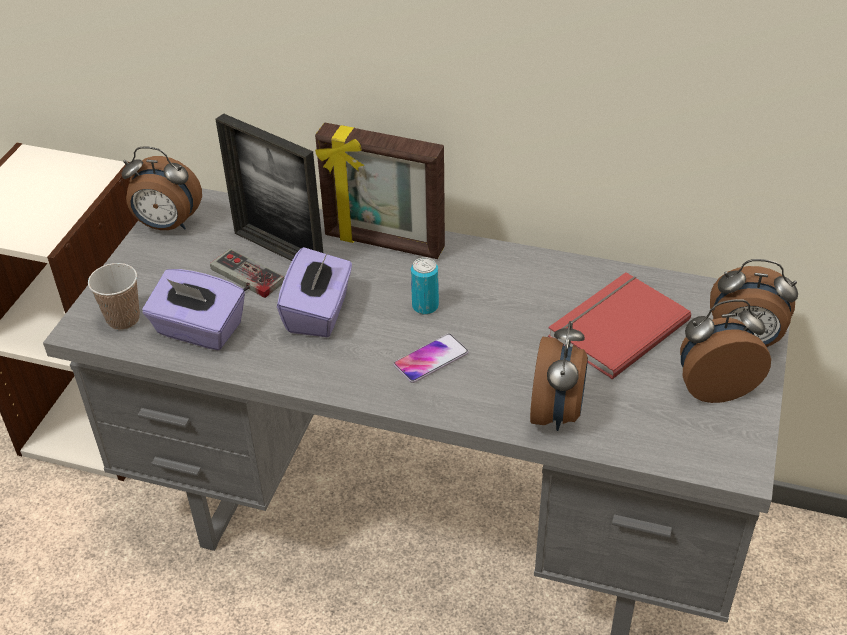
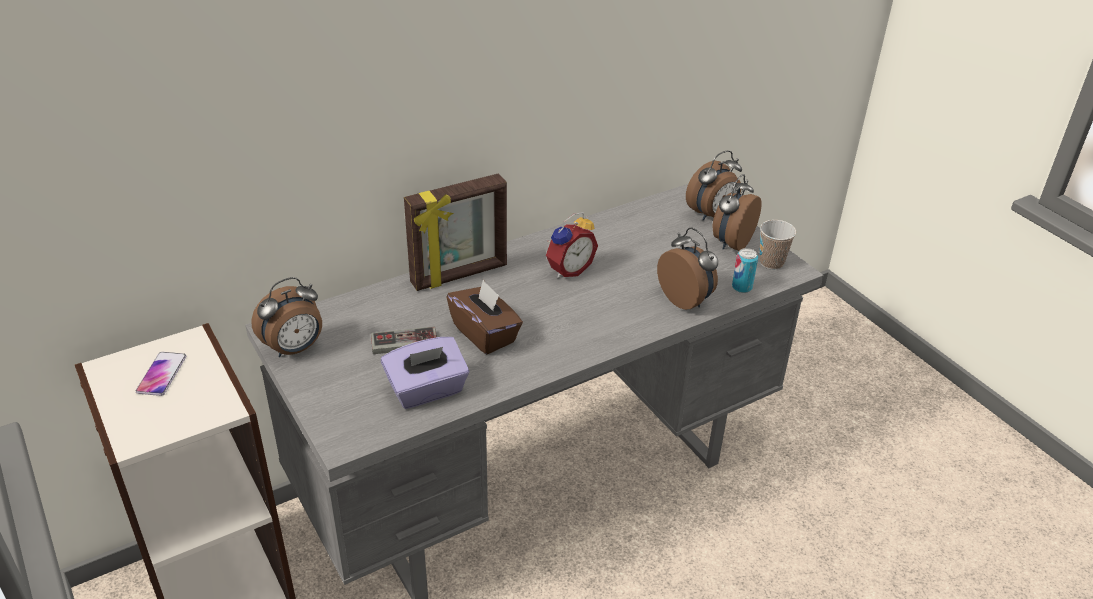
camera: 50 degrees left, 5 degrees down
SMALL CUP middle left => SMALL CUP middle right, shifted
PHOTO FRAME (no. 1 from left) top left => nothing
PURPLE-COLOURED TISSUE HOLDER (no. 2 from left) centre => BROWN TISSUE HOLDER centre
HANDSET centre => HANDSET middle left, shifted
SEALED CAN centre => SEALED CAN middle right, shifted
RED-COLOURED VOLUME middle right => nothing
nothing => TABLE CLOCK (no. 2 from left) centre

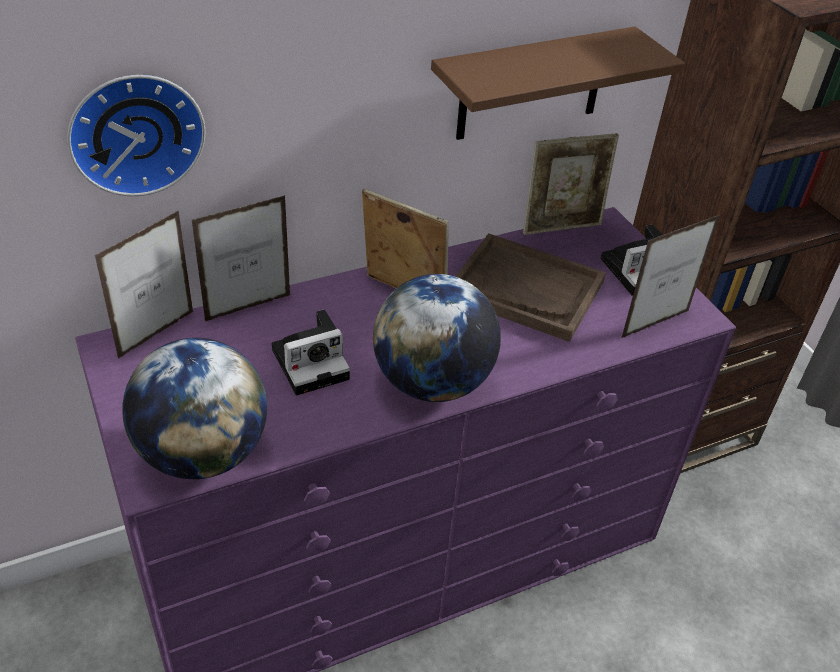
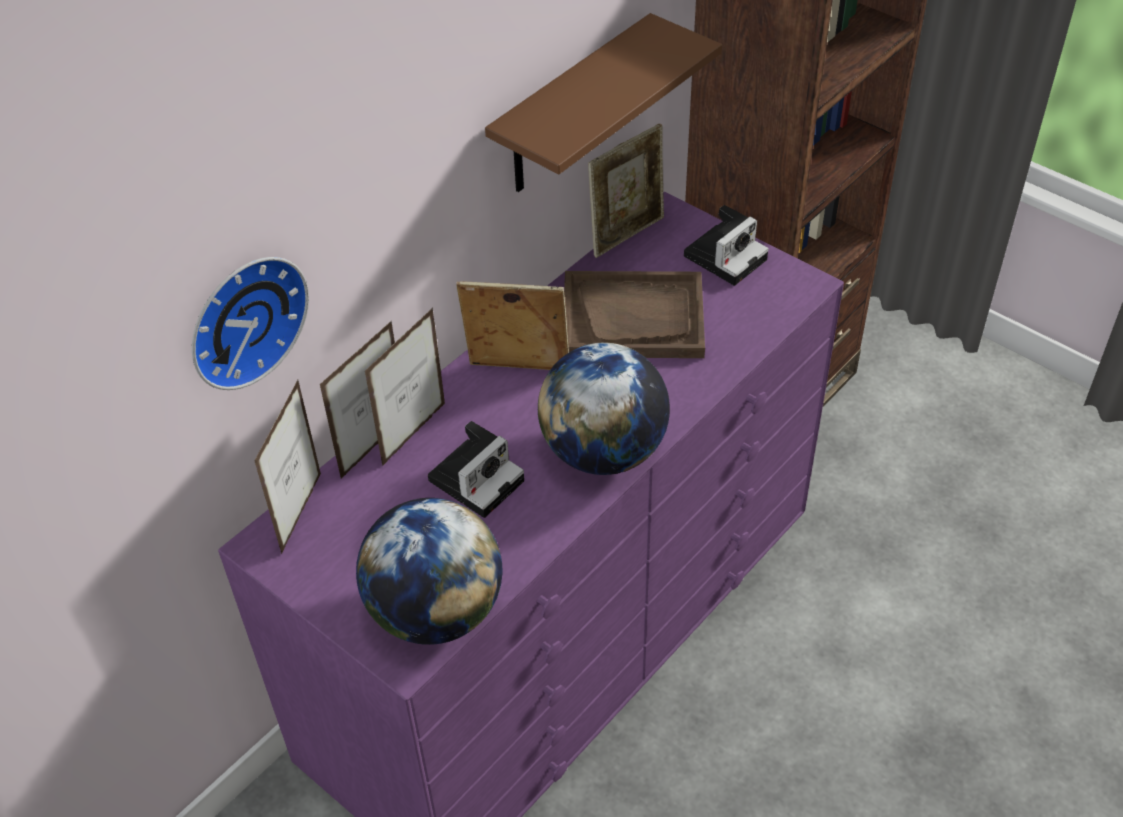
camera: 20 degrees left, 5 degrees up
PHOTO FRAME (no. 5 from left in the first image) middle right => PHOTO FRAME (no. 3 from left) centre, shifted

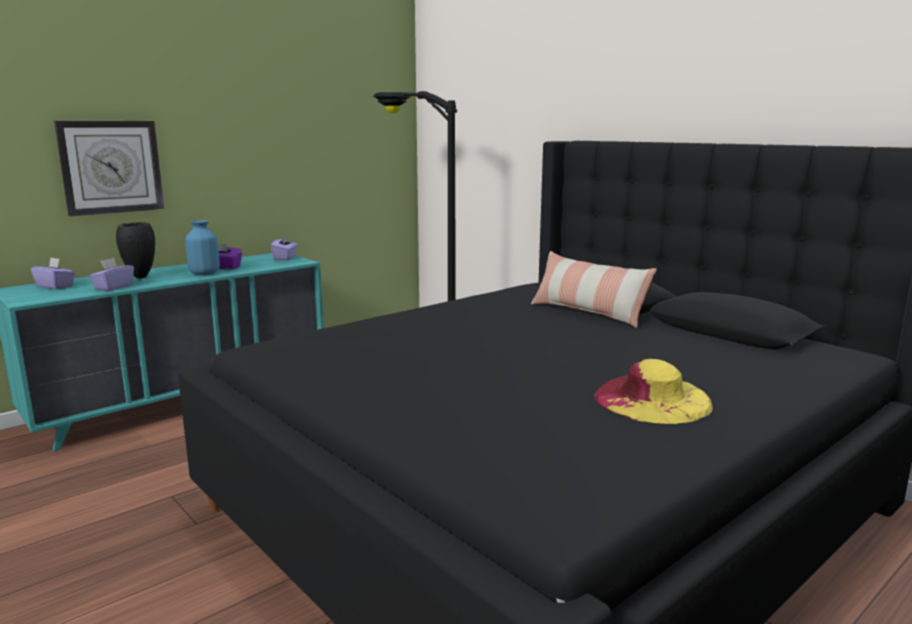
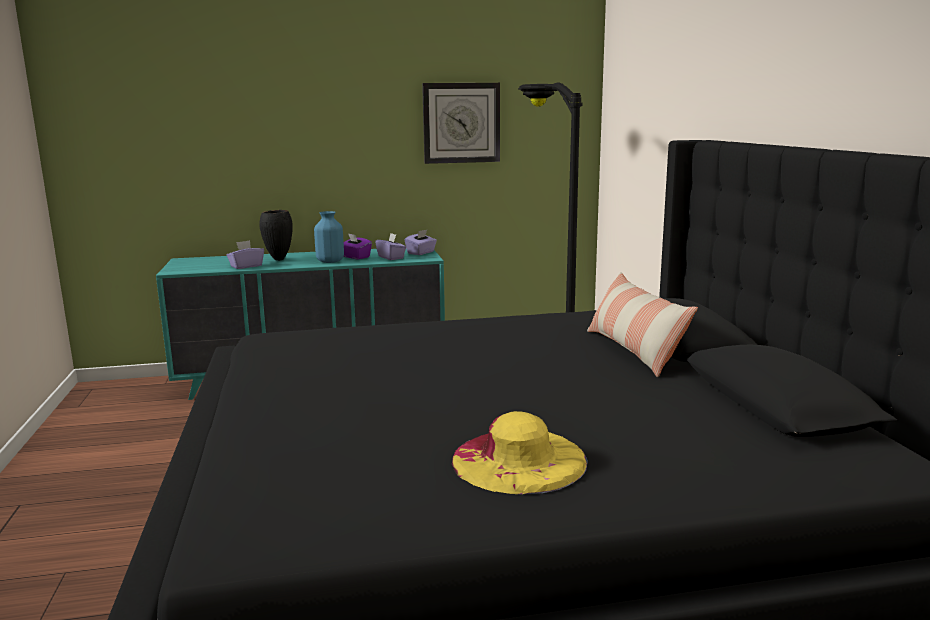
camera: 30 degrees right, 0 degrees up
PURPLE-COLOURED TISSUE HOLDER (no. 1 from left in the first image) middle left => PURPLE-COLOURED TISSUE HOLDER (no. 3 from left) centre, shifted
CLOCK ON THE WALL top left => CLOCK ON THE WALL top centre, shifted

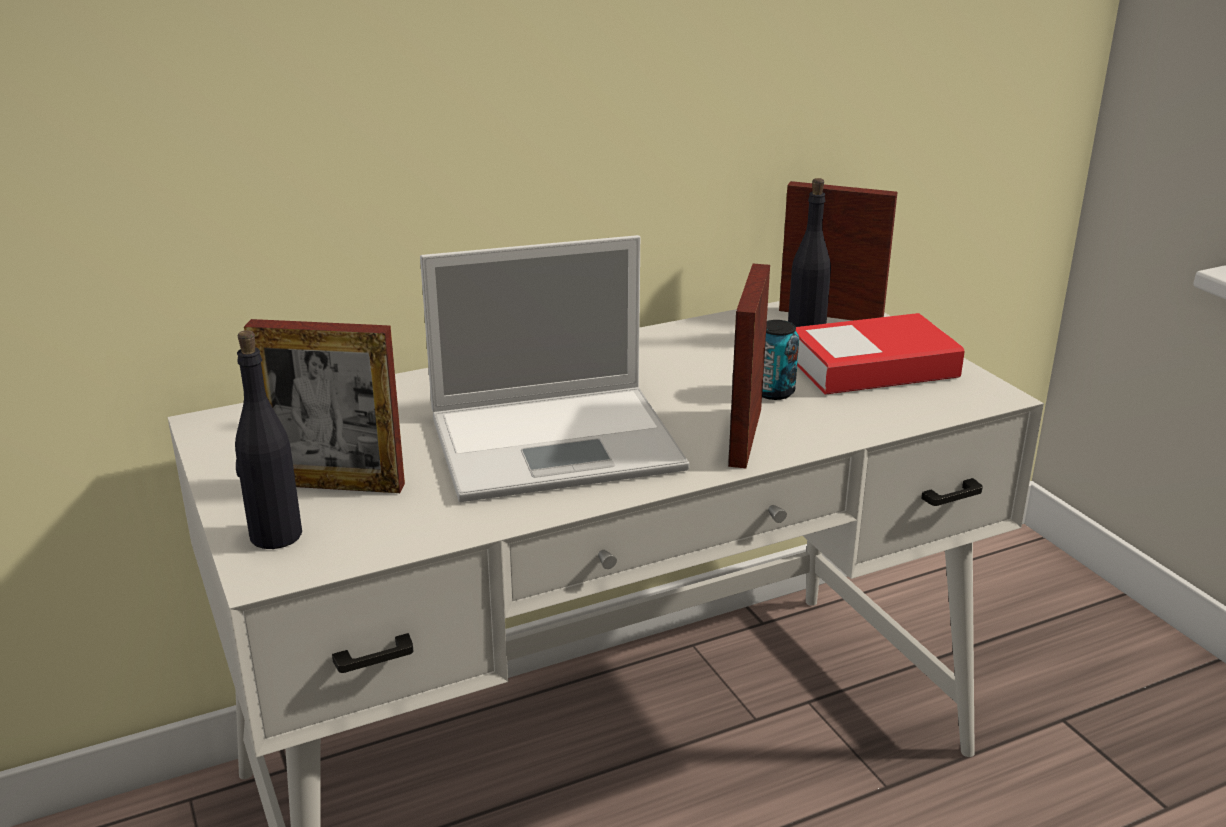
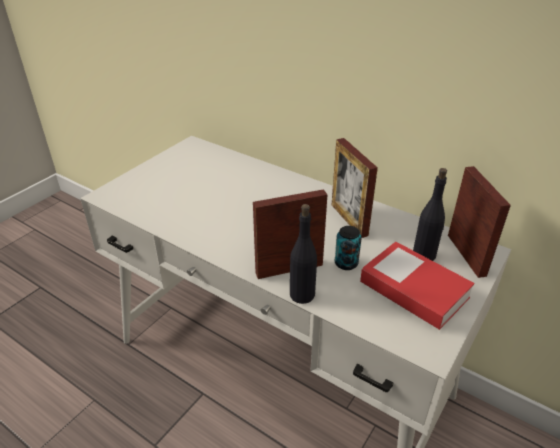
camera: 60 degrees right, 10 degrees up
BLACK BOTTLE (no. 1 from left) middle left => BLACK BOTTLE (no. 1 from left) centre, shifted
PHOTO FRAME (no. 1 from left in the first image) middle left => PHOTO FRAME (no. 2 from left) centre, shifted
NOTEBOOK COMPUTER centre => nothing

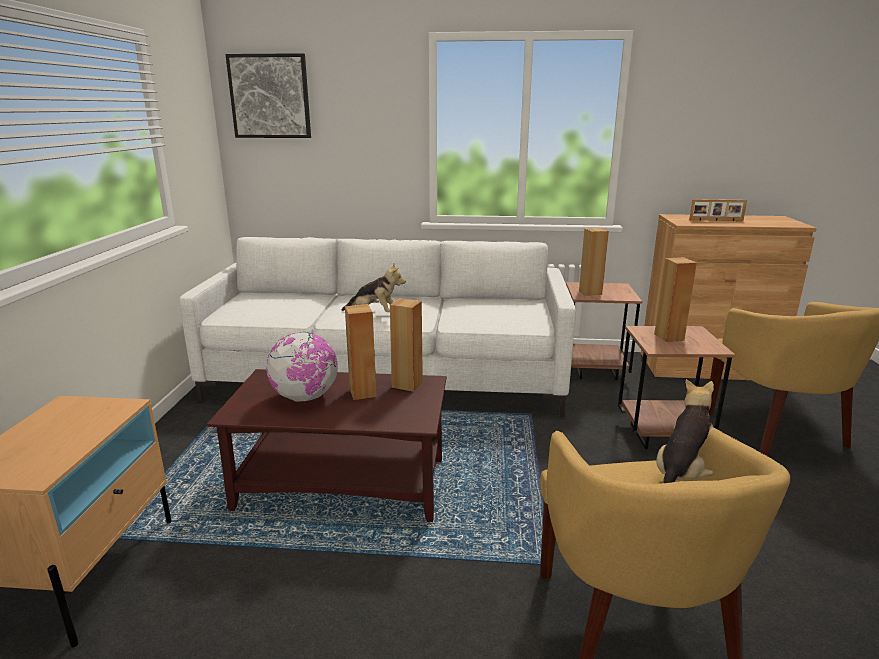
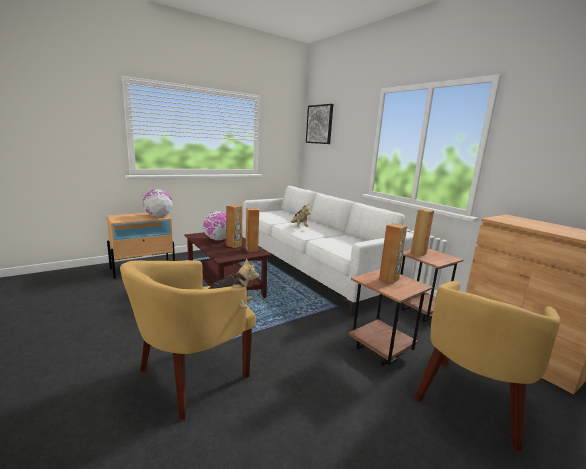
camera: 50 degrees right, 5 degrees down
PHOTO FRAME top right => nothing
nothing => DESK GLOBE (no. 1 from left) middle left

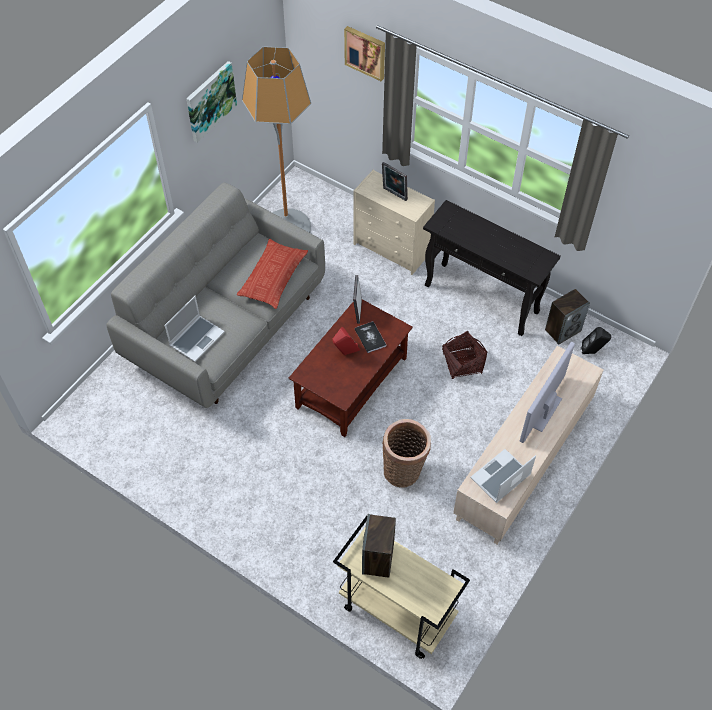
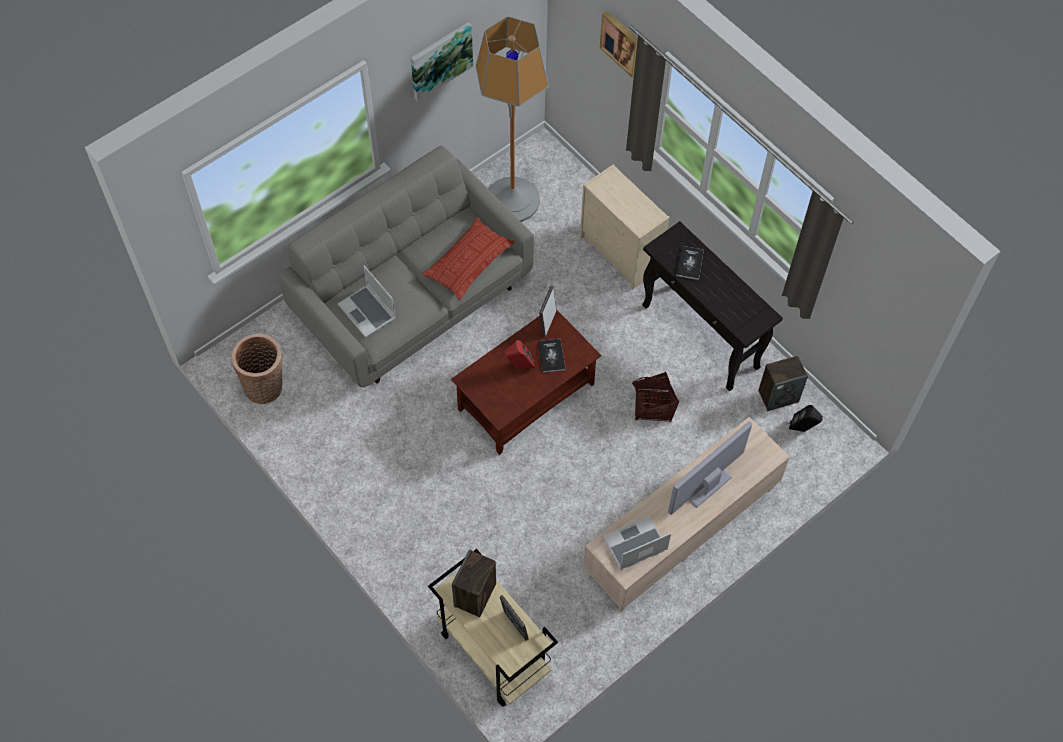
camera: 15 degrees right, 5 degrees up
NOTEBOOK COMPUTER (no. 1 from left) middle left => NOTEBOOK COMPUTER (no. 1 from left) centre, 90 degrees clockwise
PHOTO FRAME (no. 2 from left in the first image) top centre => PHOTO FRAME (no. 1 from left) bottom centre, shifted
STORAGE BASKET (no. 1 from left) centre => STORAGE BASKET (no. 1 from left) middle left, shifted
nothing => VOLUME (no. 2 from left) centre

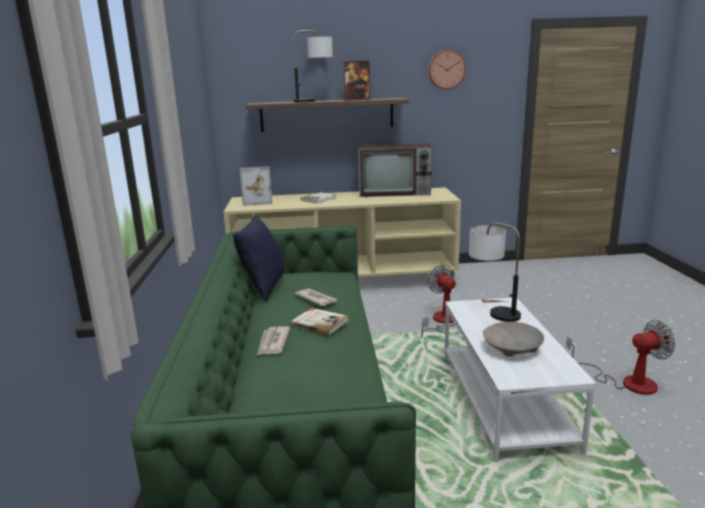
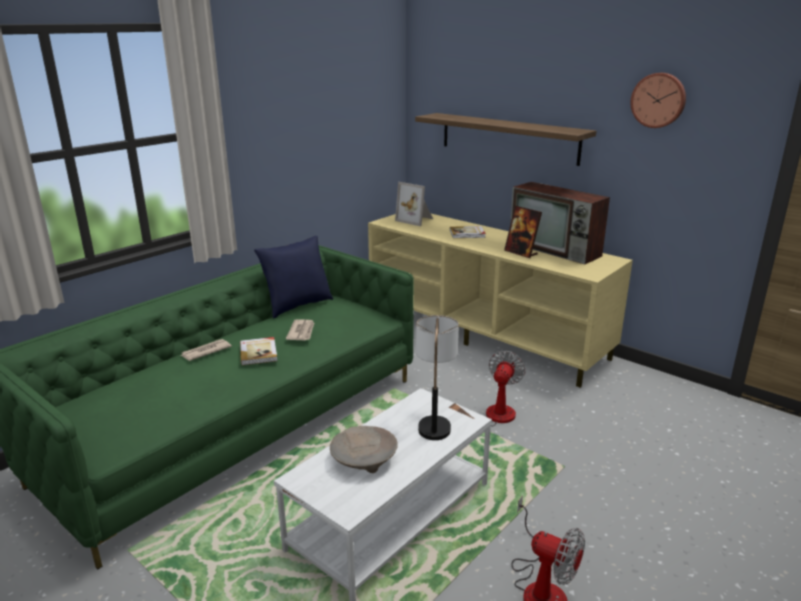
camera: 45 degrees right, 5 degrees up
LAMP FOR A TABLE (no. 1 from left) top centre => nothing
PHOTO FRAME (no. 2 from left) top centre => PHOTO FRAME (no. 2 from left) centre, shifted

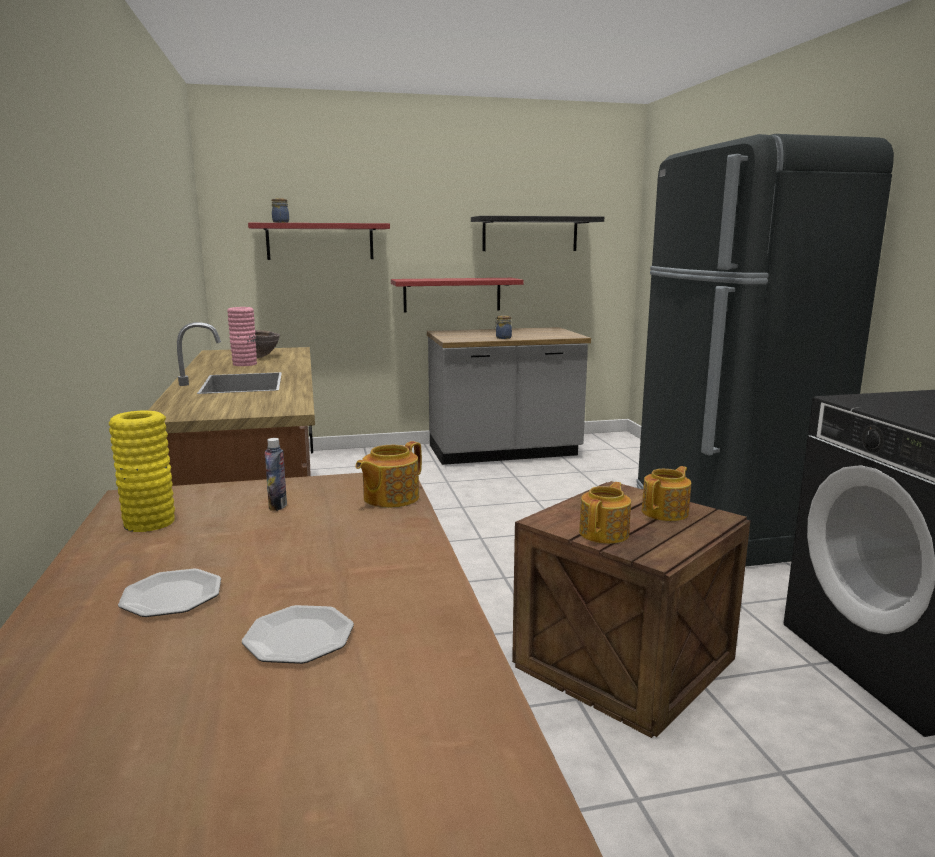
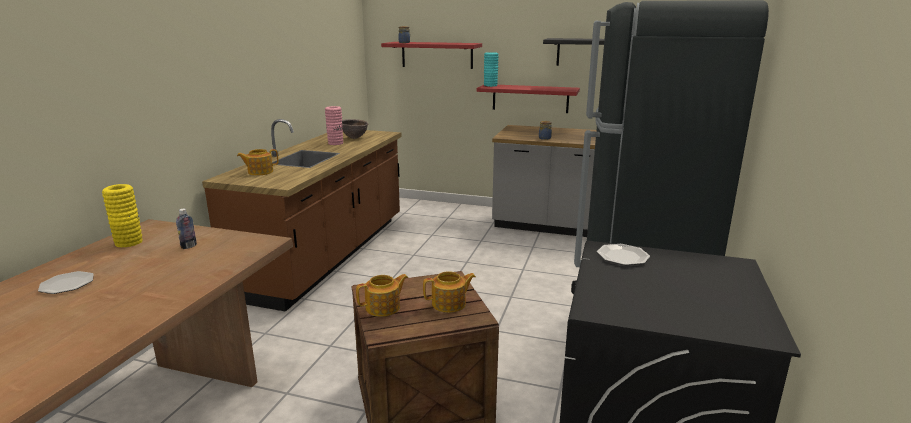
camera: 30 degrees right, 5 degrees up
PLATE (no. 2 from left) bottom left => PLATE (no. 2 from left) middle right, shifted
TEA POT (no. 1 from left) centre => TEA POT (no. 1 from left) middle left, shifted
nothing => TURQUOISE VASE top centre

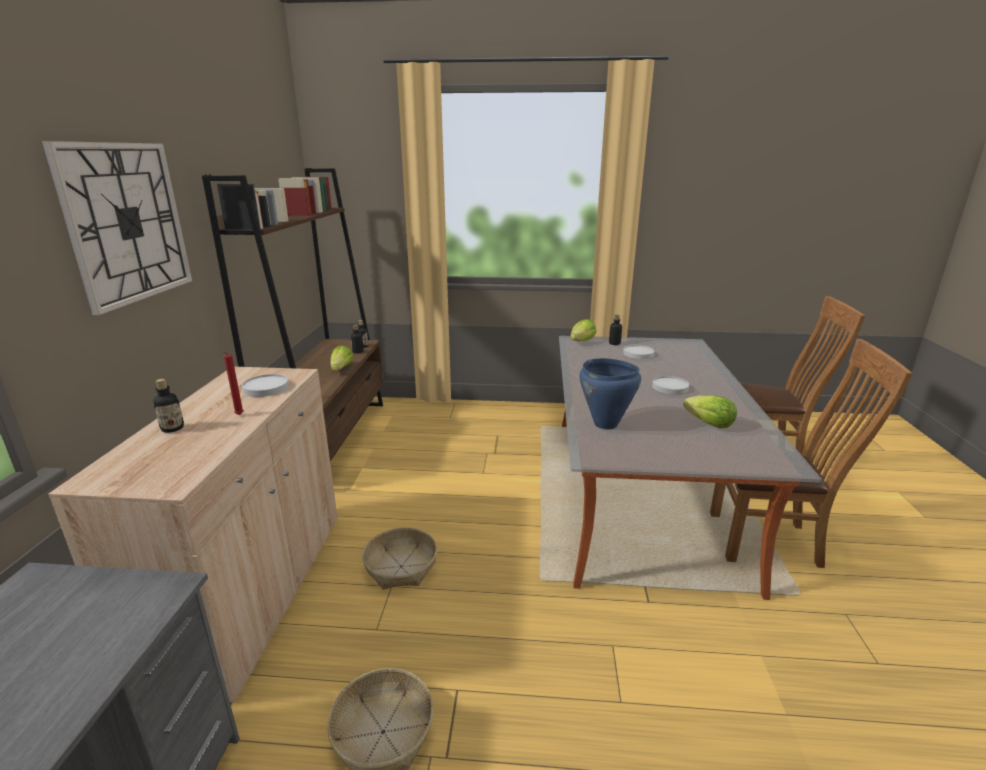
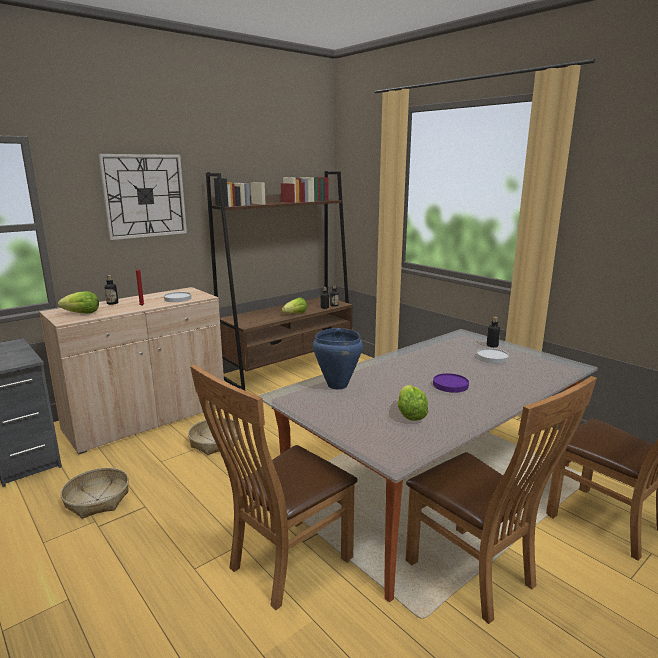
camera: 45 degrees right, 5 degrees down
HEAD OF LETTUCE (no. 2 from left in the first image) centre => HEAD OF LETTUCE (no. 1 from left) middle left, shifted
WHITISH PLATE (no. 3 from left) middle right => PURPLE-COLOURED PLATE middle right
nothing => BROWN PLAIN CHAIR (no. 1 from left) bottom centre

